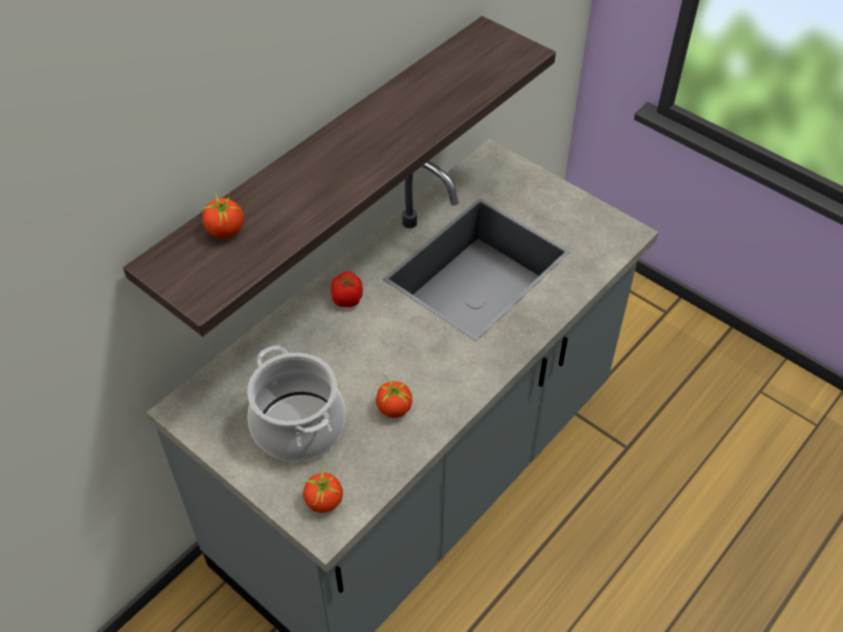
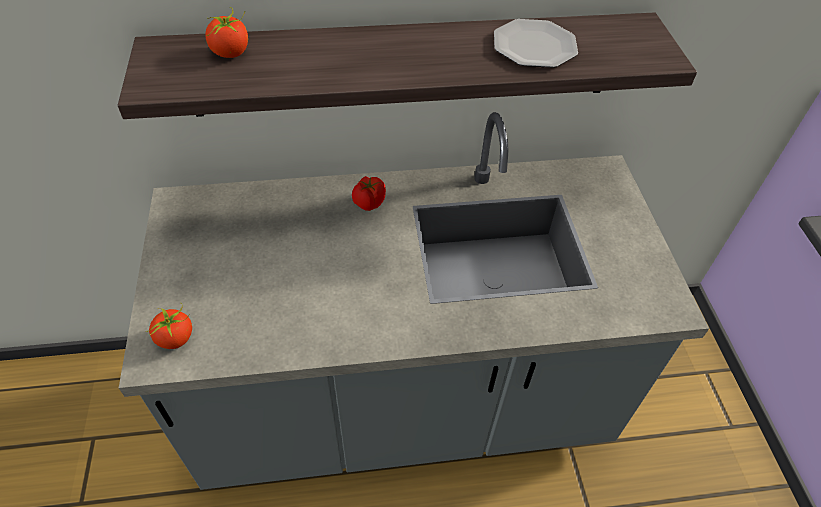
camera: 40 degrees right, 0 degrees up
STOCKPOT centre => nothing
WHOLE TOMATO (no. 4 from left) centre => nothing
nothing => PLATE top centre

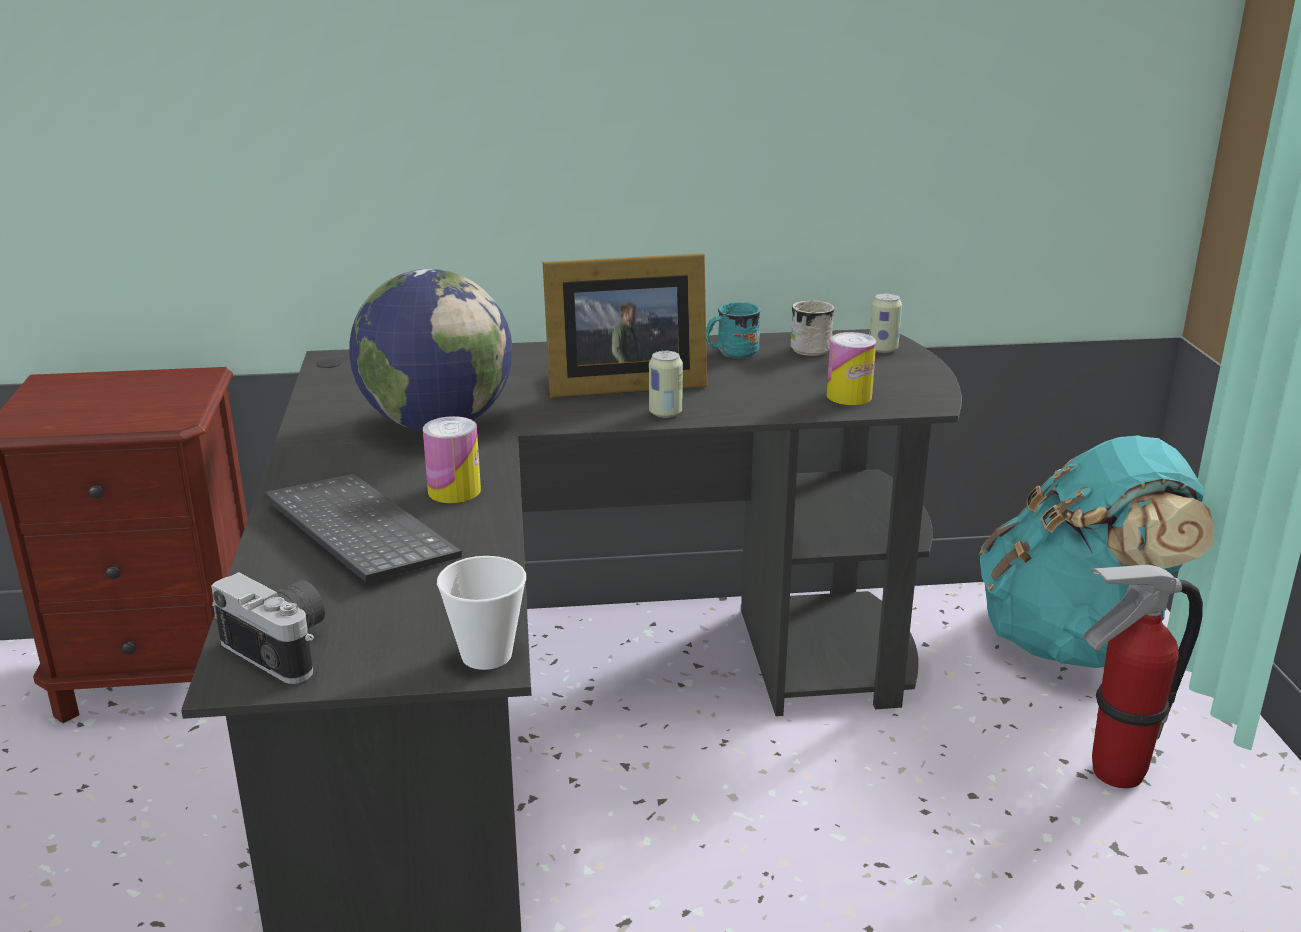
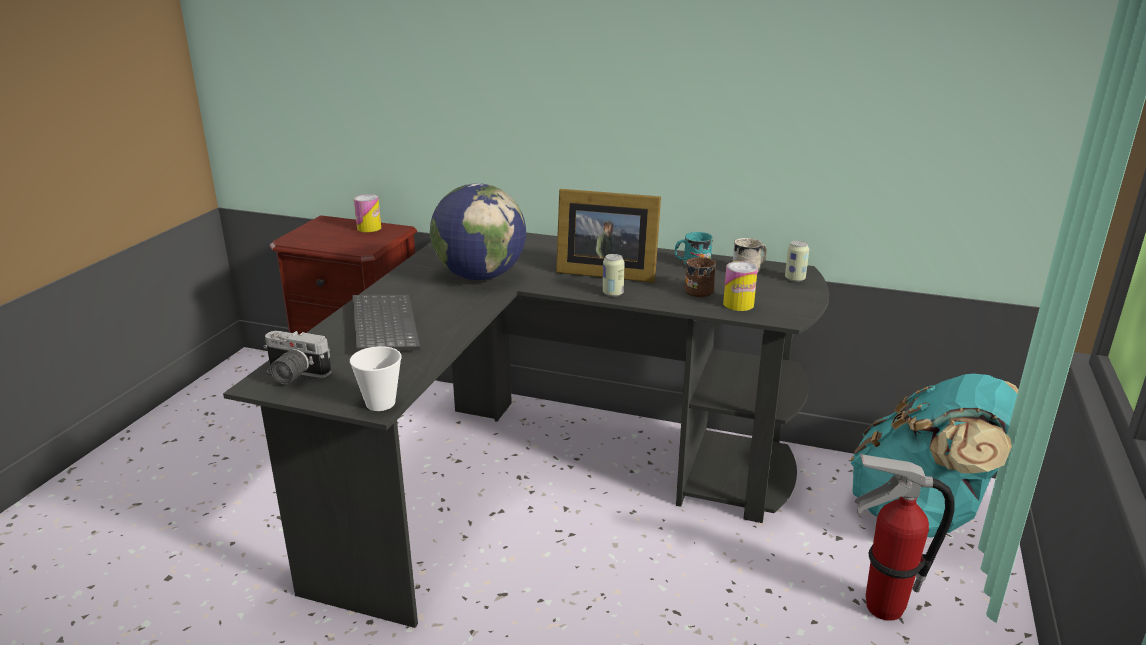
camera: 25 degrees right, 0 degrees up
PHOTO CAMERA bottom left => PHOTO CAMERA middle left, 135 degrees clockwise
SEALED CAN (no. 1 from left) centre => SEALED CAN (no. 1 from left) top left, shifted
nothing => BROWN COFFEE MUG centre

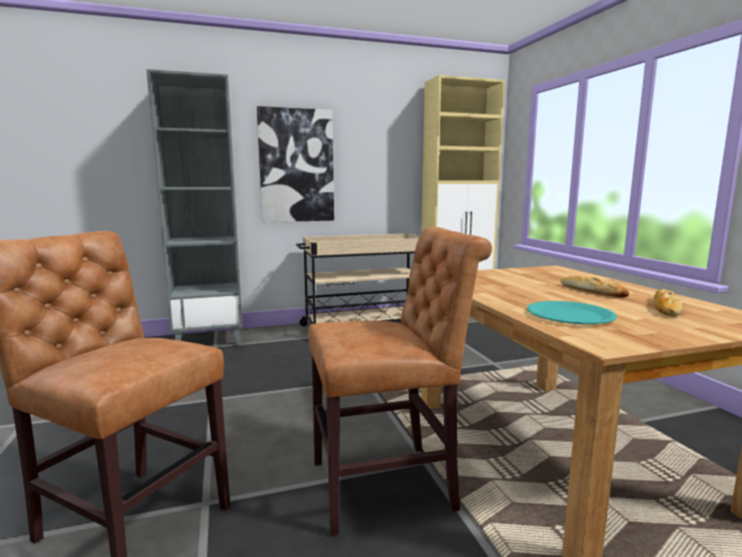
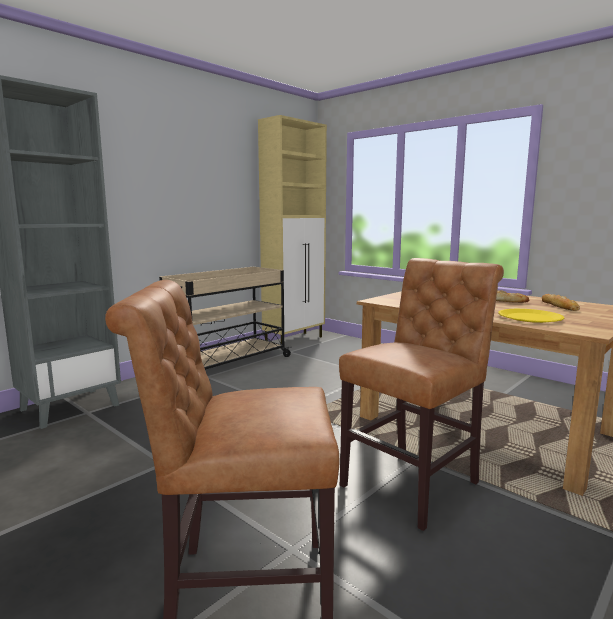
camera: 30 degrees left, 0 degrees up
WALL ART top centre => nothing
TURQUOISE PLATE middle right => YELLOW PLATE middle right

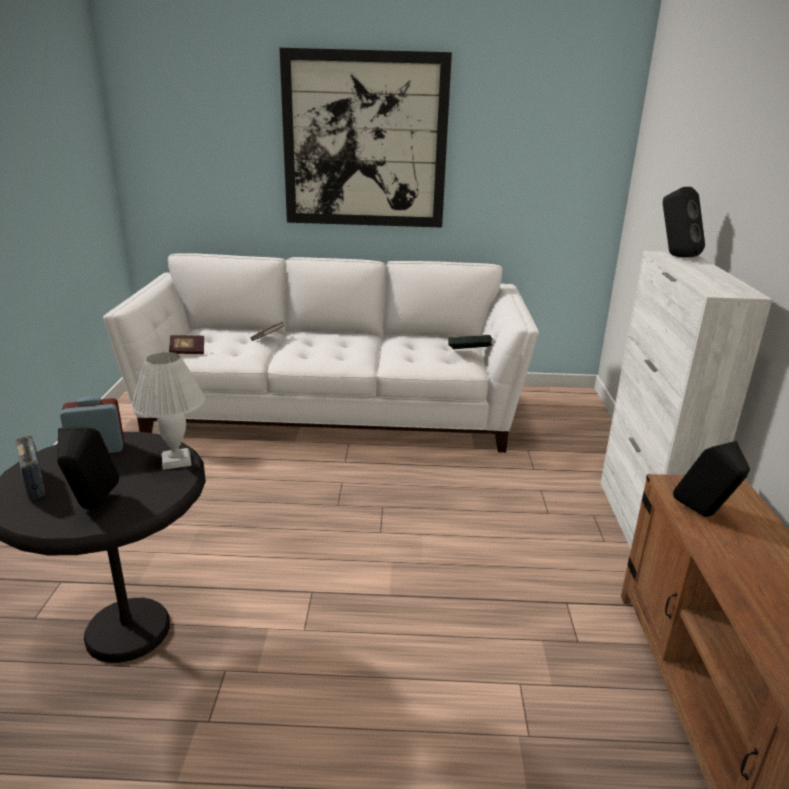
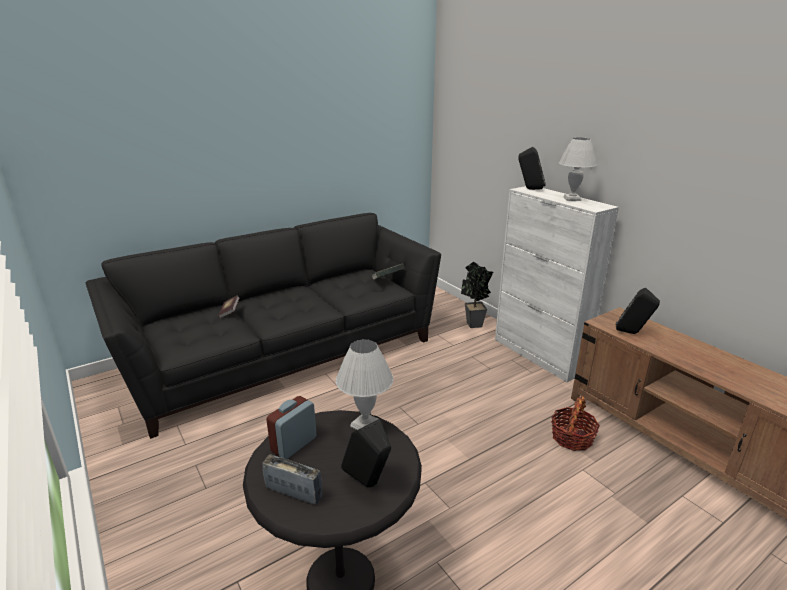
camera: 35 degrees left, 0 degrees up
WHITISH SOFA centre => BLACK SOFA centre
VOLUME (no. 1 from left) middle left => nothing
WALL ART top centre => nothing
nothing => HOUSEPLANT centre
nothing => STORAGE BASKET bottom right
nothing => WHITISH LAMP FOR A TABLE (no. 2 from left) top right

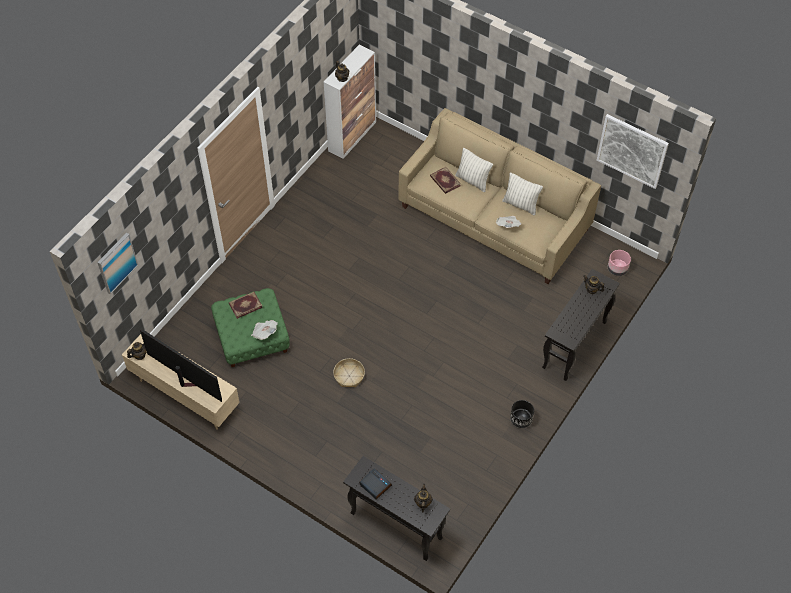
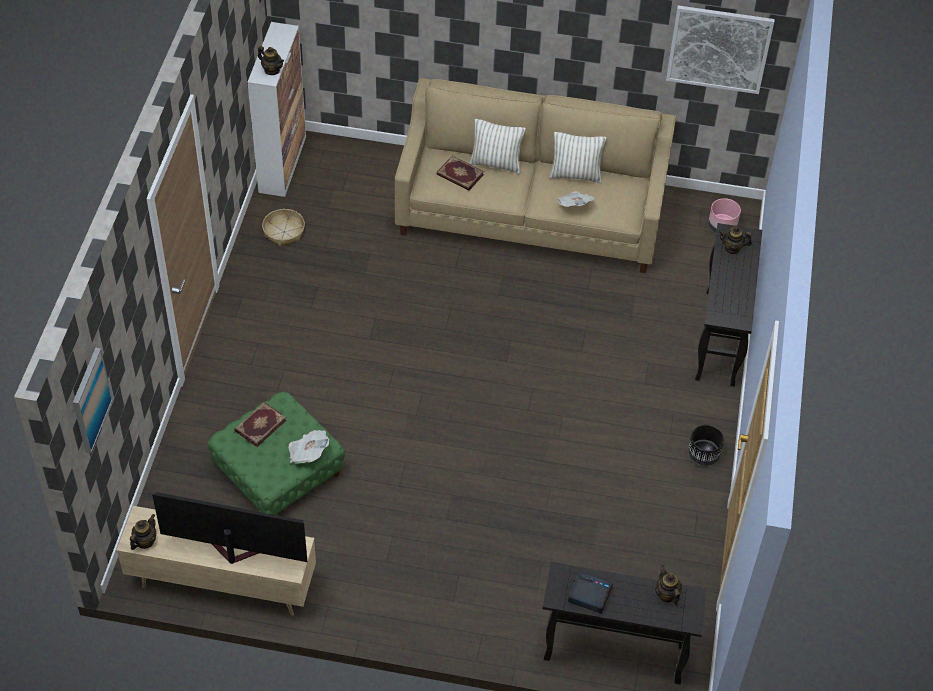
camera: 25 degrees left, 5 degrees down
STORAGE BASKET centre => STORAGE BASKET top left, shifted

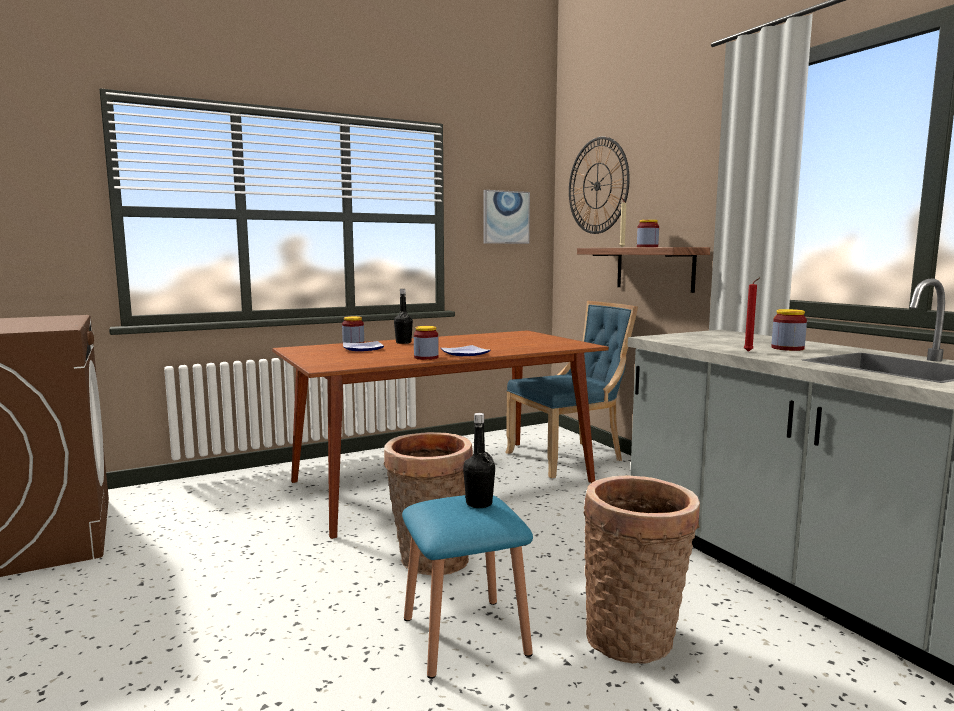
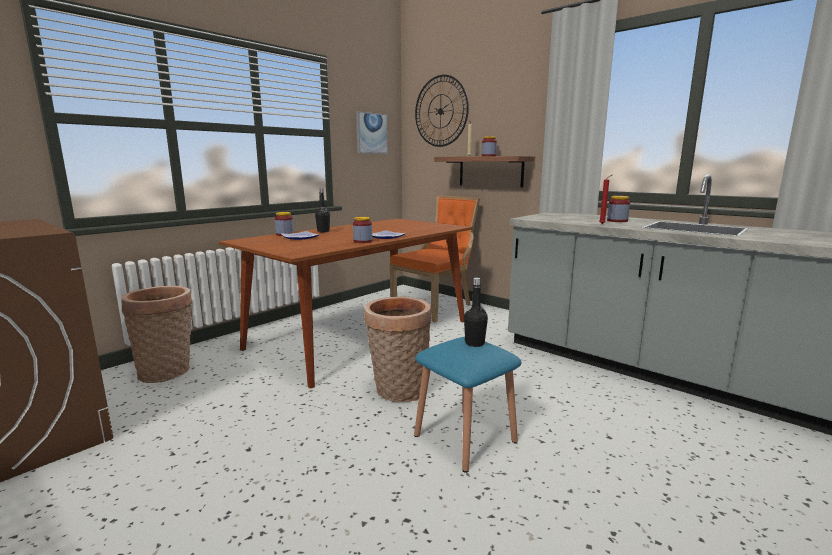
camera: 20 degrees left, 5 degrees up
BLUE PLAIN CHAIR centre => ORANGE-COLOURED PLAIN CHAIR centre
STORAGE BASKET (no. 2 from left in the first image) bottom right => STORAGE BASKET (no. 1 from left) middle left, shifted

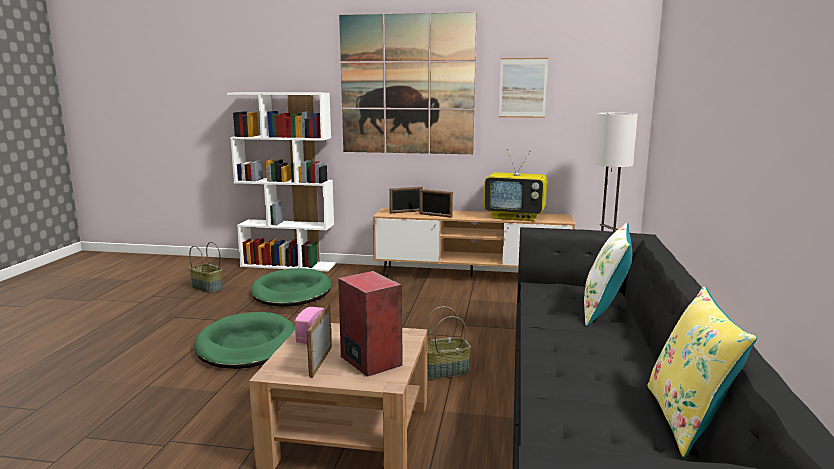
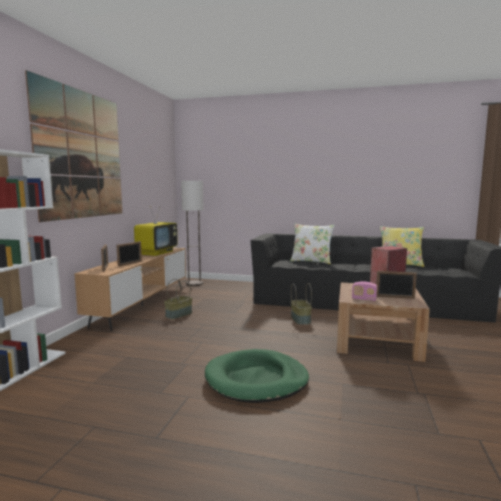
camera: 85 degrees left, 5 degrees down
STORAGE BASKET (no. 1 from left) middle left => STORAGE BASKET (no. 1 from left) centre, shifted
GREEN PET BED (no. 2 from left) centre => nothing
WALL ART (no. 2 from left) top centre => nothing

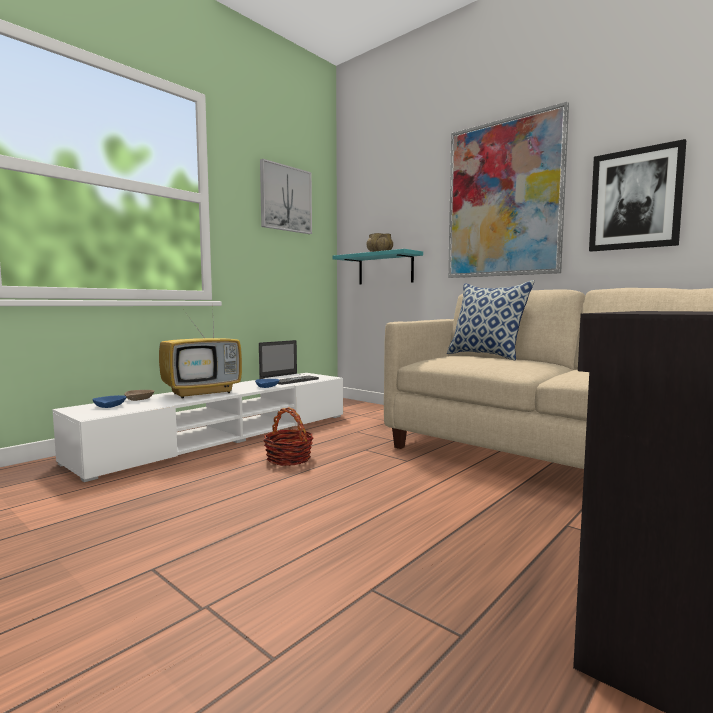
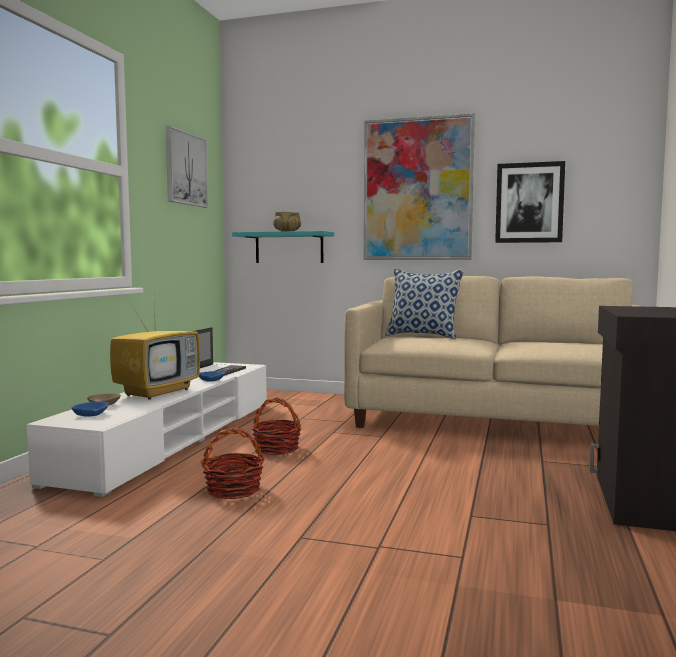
camera: 25 degrees left, 0 degrees up
nothing => STORAGE BASKET (no. 1 from left) bottom centre

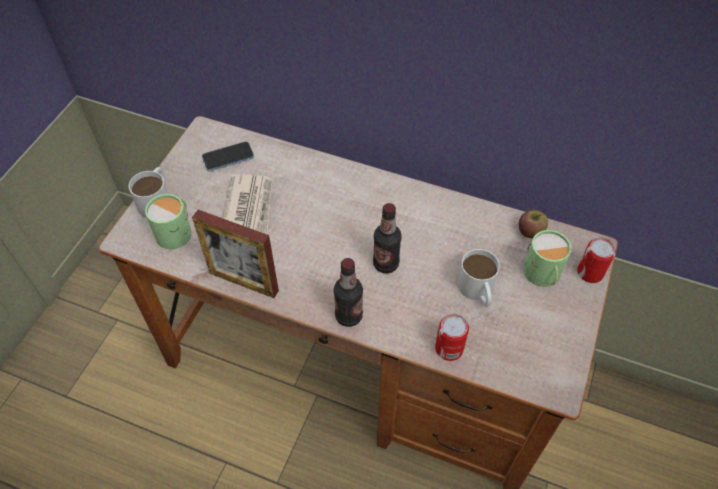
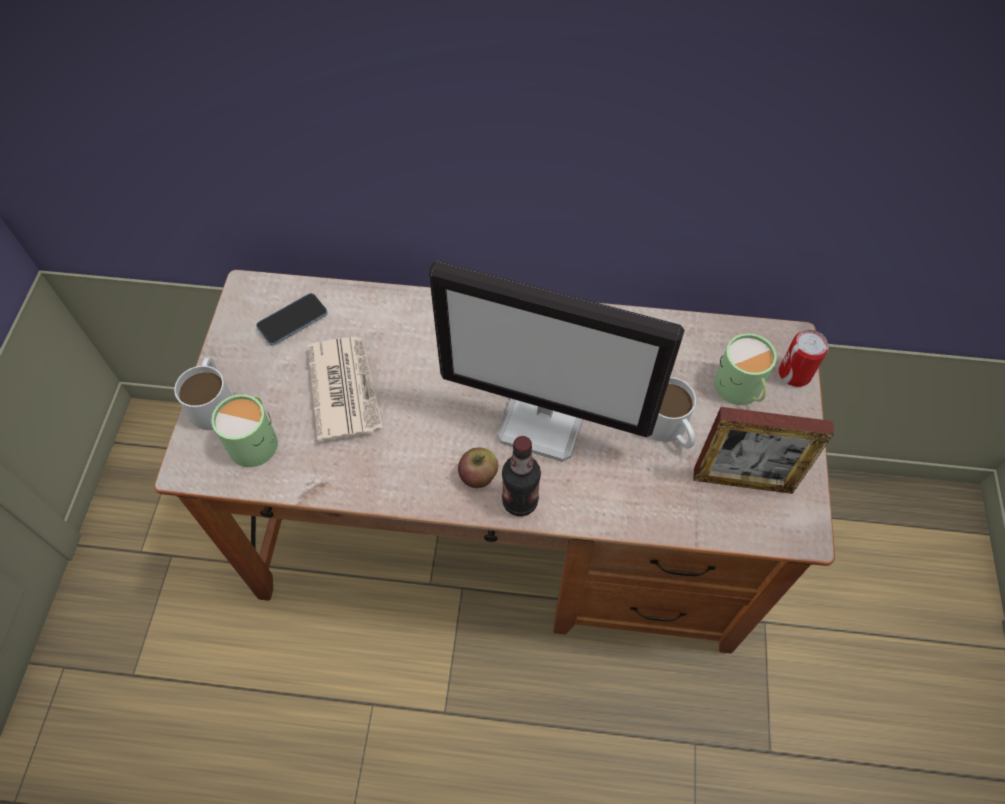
camera: 15 degrees left, 5 degrees up
PHOTO FRAME middle left => PHOTO FRAME middle right, shifted
BOTTLE (no. 2 from left) centre => COMPUTER DISPLAY centre
SEALED CAN (no. 1 from left) bottom centre => nothing
WHOLE APPLE middle right => WHOLE APPLE centre, shifted

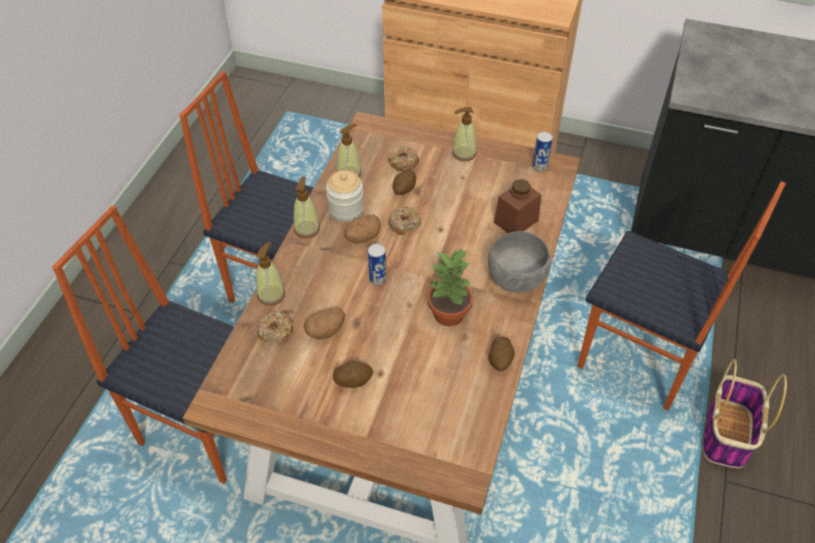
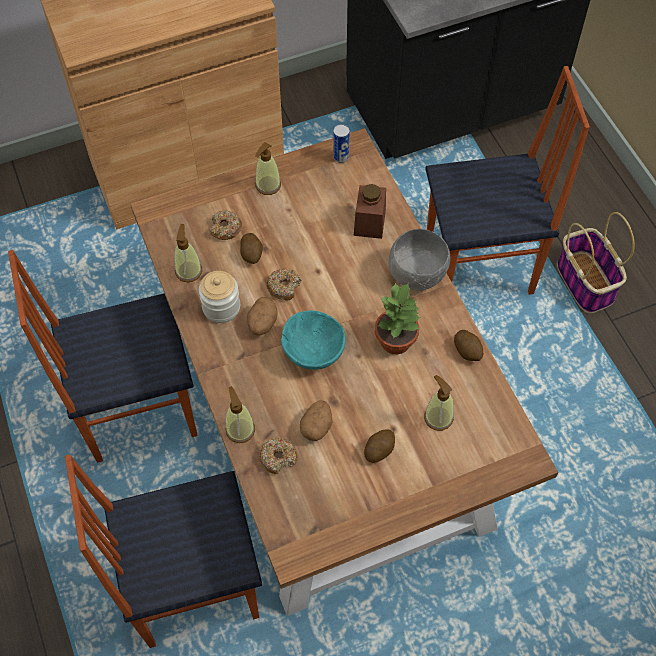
camera: 40 degrees left, 10 degrees up
SOAP BOTTLE (no. 2 from left in the first image) centre => SOAP BOTTLE (no. 4 from left) middle right, shifted
SEALED CAN (no. 1 from left) centre => TURQUOISE BOWL centre

